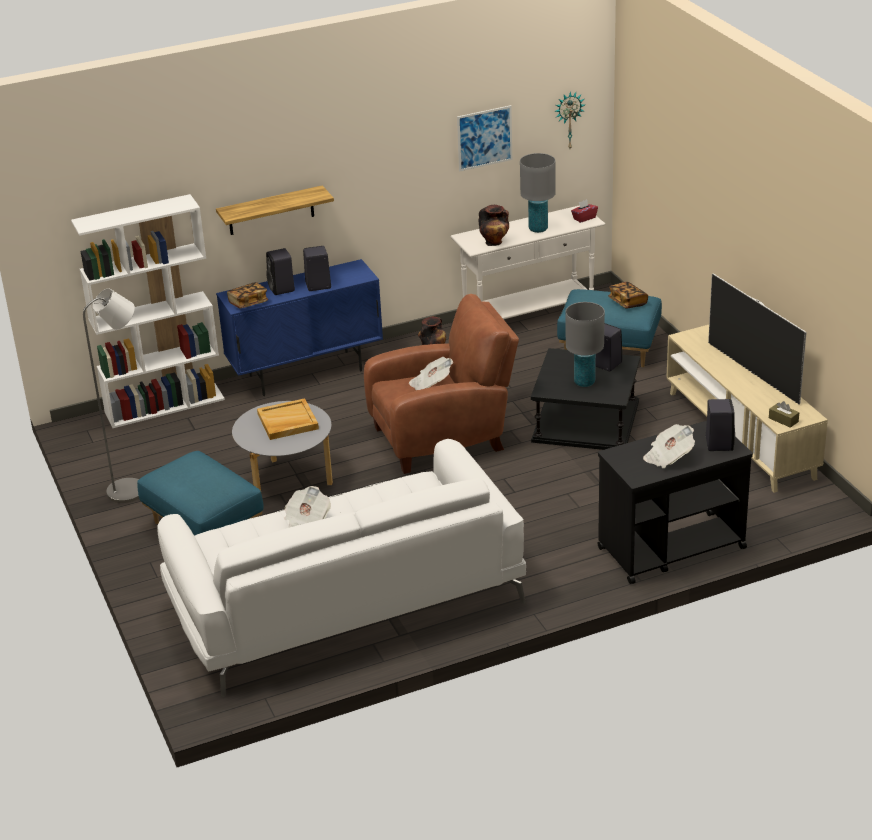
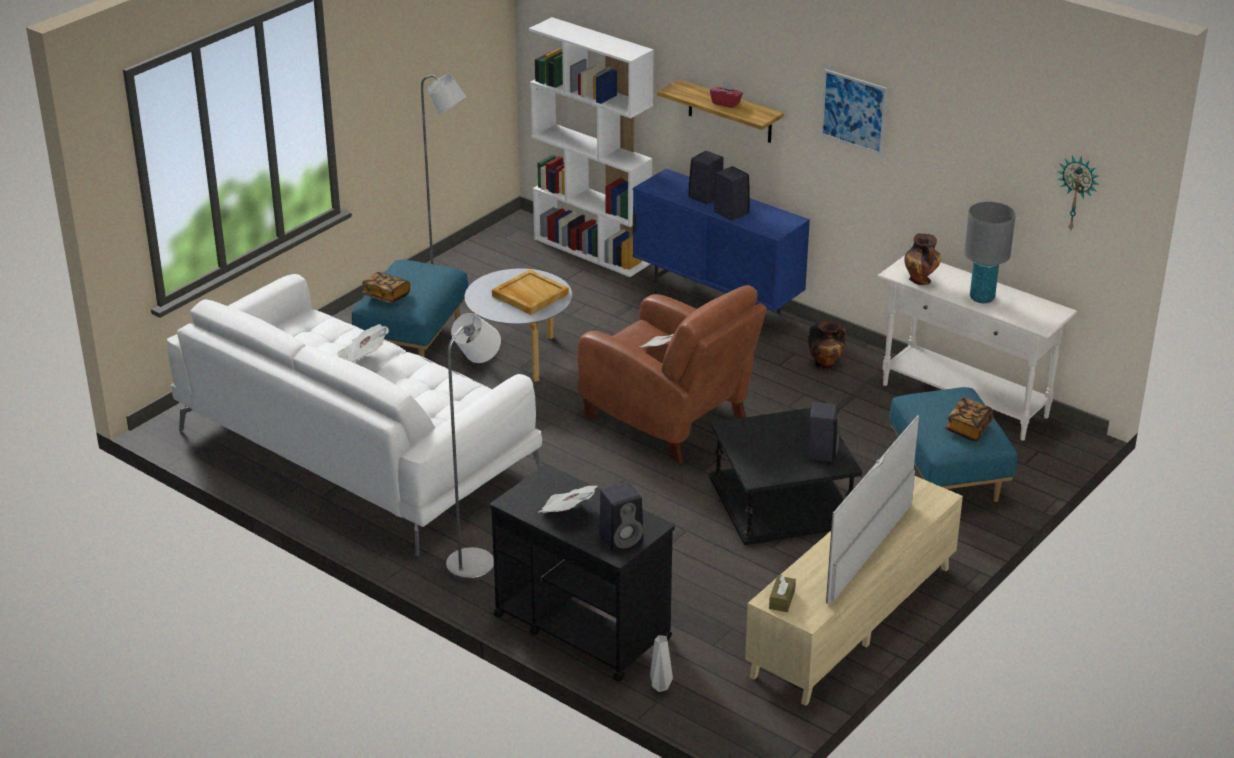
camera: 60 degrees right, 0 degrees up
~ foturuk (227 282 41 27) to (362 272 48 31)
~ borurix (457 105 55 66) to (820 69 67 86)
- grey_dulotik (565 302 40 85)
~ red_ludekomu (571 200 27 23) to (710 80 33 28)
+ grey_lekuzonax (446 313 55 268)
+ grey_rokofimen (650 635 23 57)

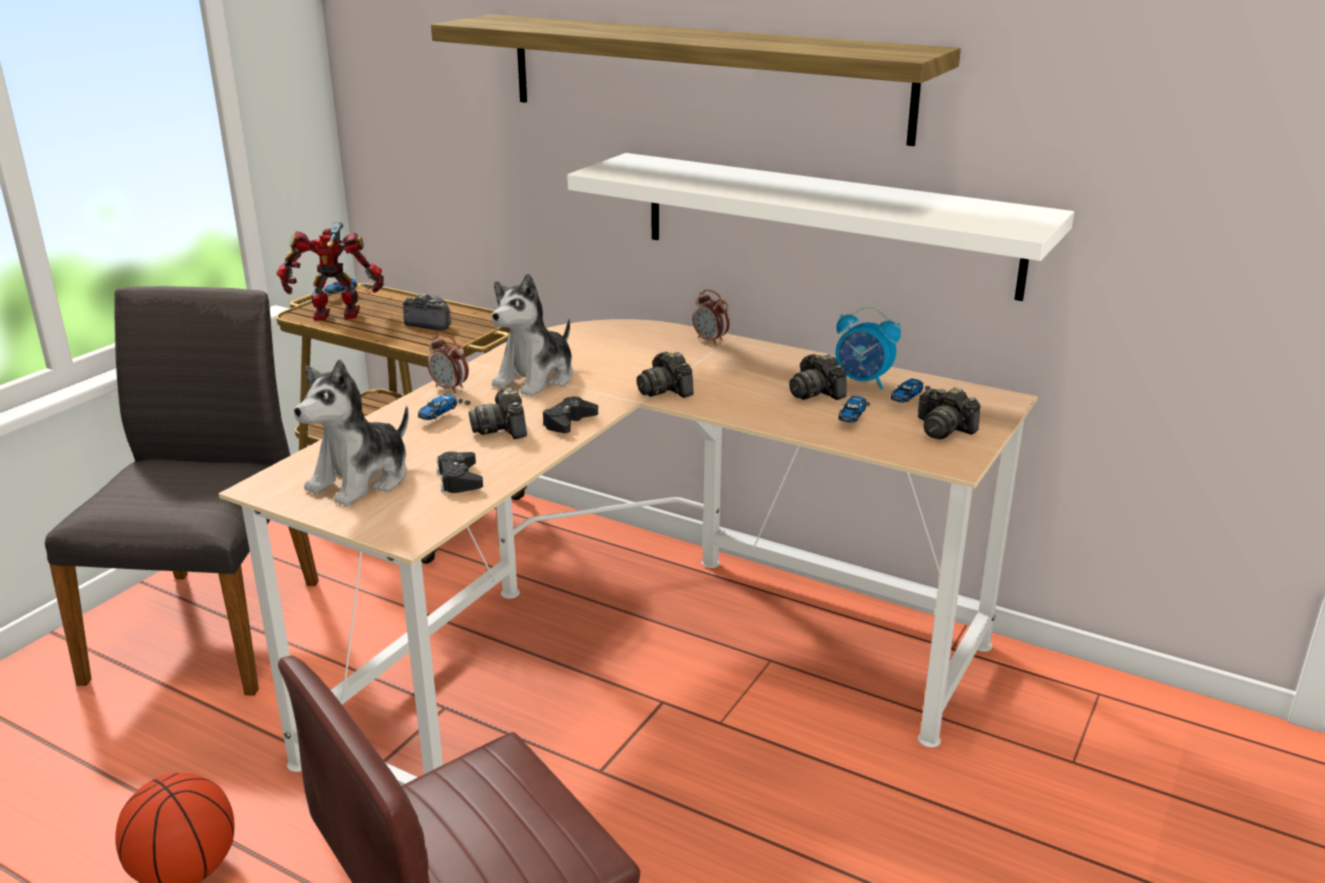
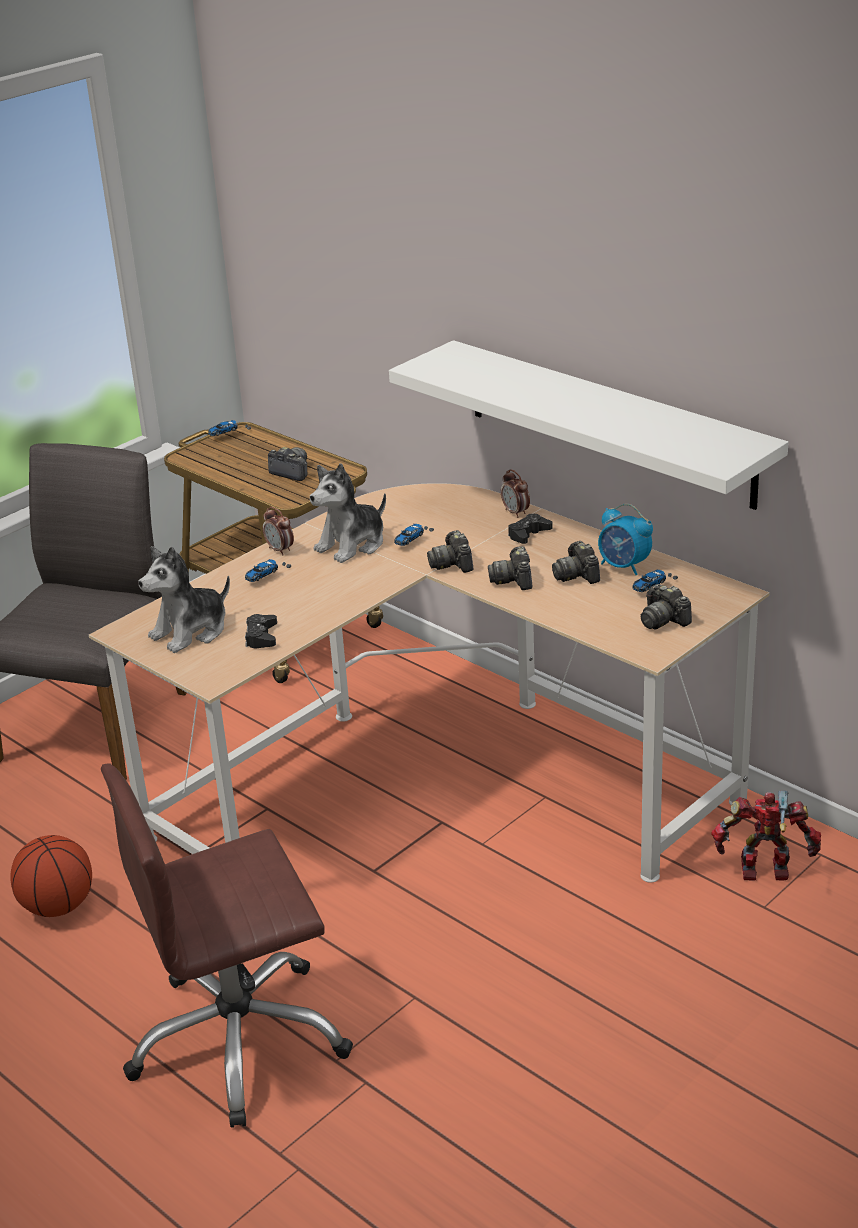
camera: 15 degrees right, 5 degrees up
~ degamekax (277 222 107 99) to (711 790 110 91)
- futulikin (431 14 530 132)
~ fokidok (469 388 58 51) to (488 546 44 44)
~ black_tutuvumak (543 397 55 36) to (508 514 45 30)
~ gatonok (838 396 32 27) to (394 524 40 22)

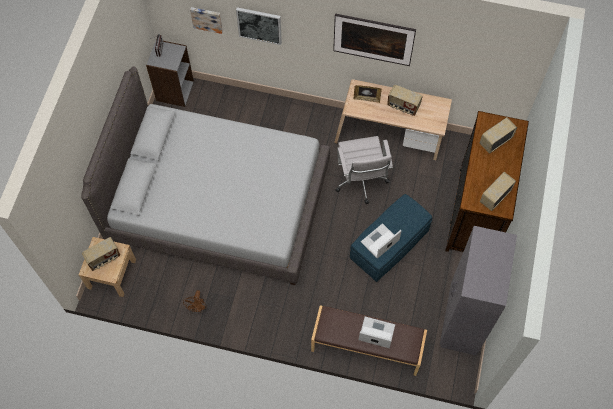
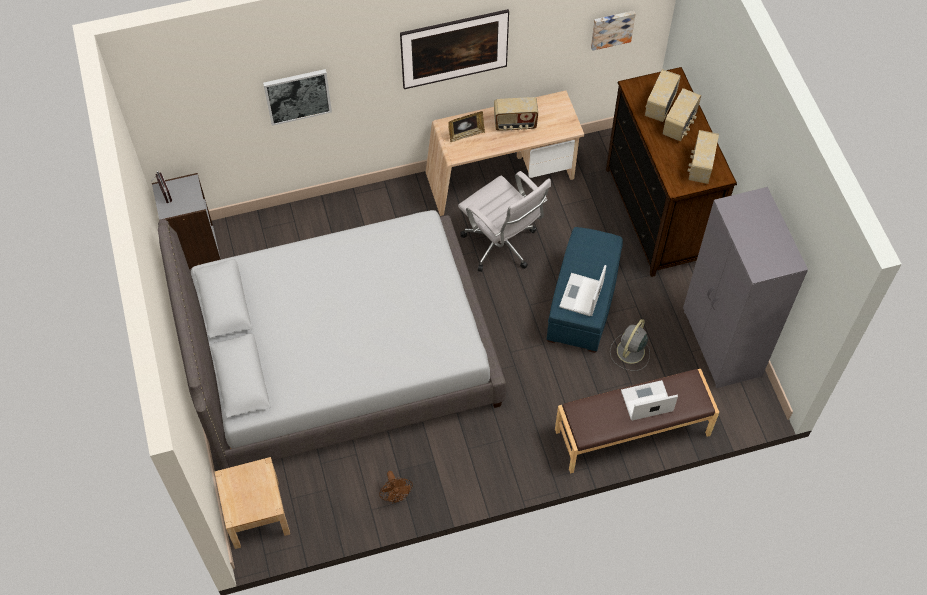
camera: 30 degrees left, 5 degrees down
~ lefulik (82 237 38 34) to (663 88 38 54)
~ borurix (190 7 33 27) to (591 11 45 40)
+ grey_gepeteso (610 319 40 52)

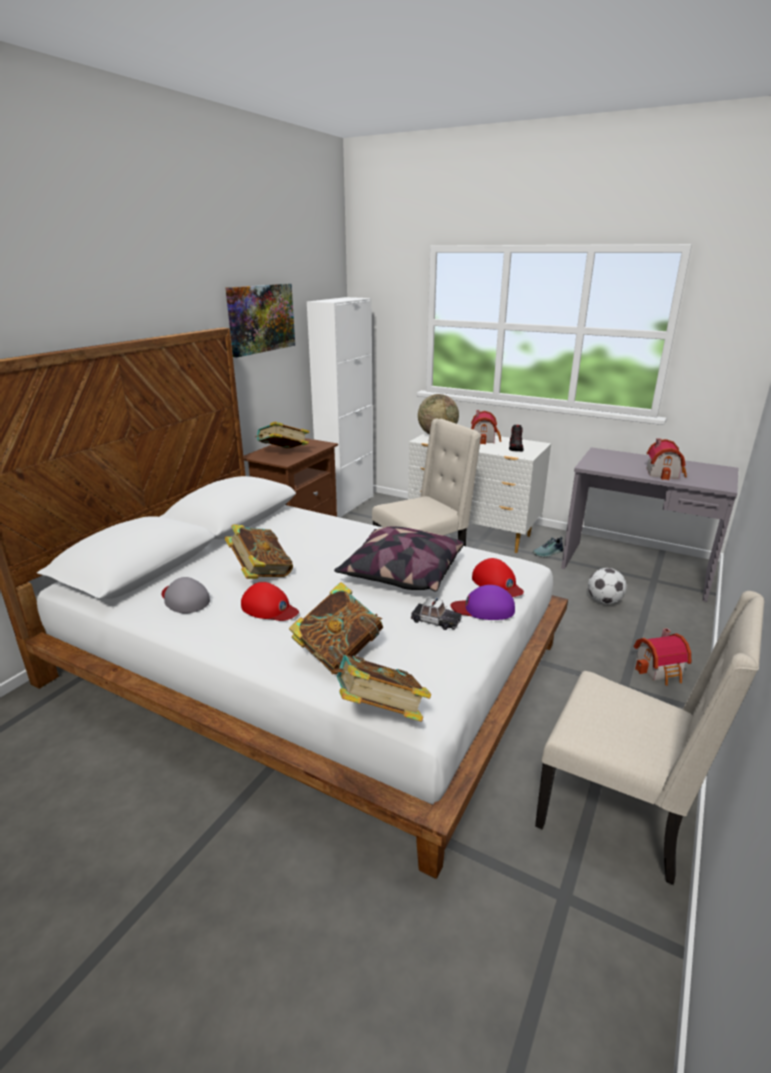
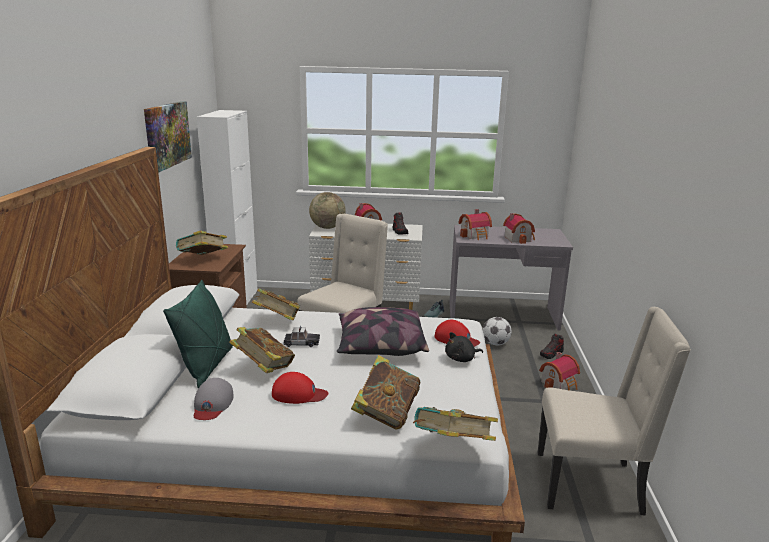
camera: 25 degrees left, 5 degrees down
~ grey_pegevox (161 577 49 37) = (194 378 40 42) 105 degrees counterclockwise
~ gatonok (411 597 51 33) to (284 326 36 21)
~ purple_pegevox (451 585 64 35) to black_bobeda (445 332 38 30)
+ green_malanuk (163 280 70 108)
+ foturuk (252 288 48 33)
+ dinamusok (458 209 34 31)
+ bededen (540 334 24 25)

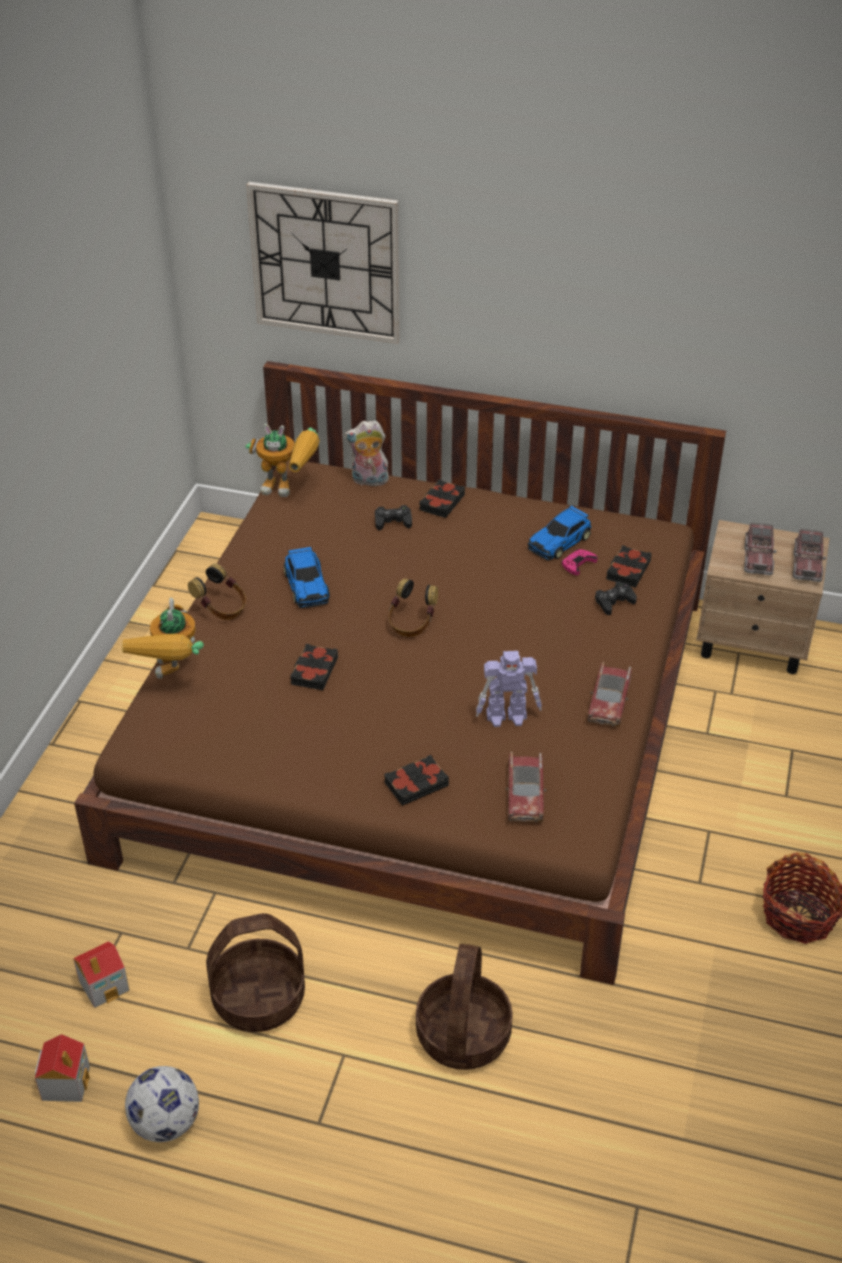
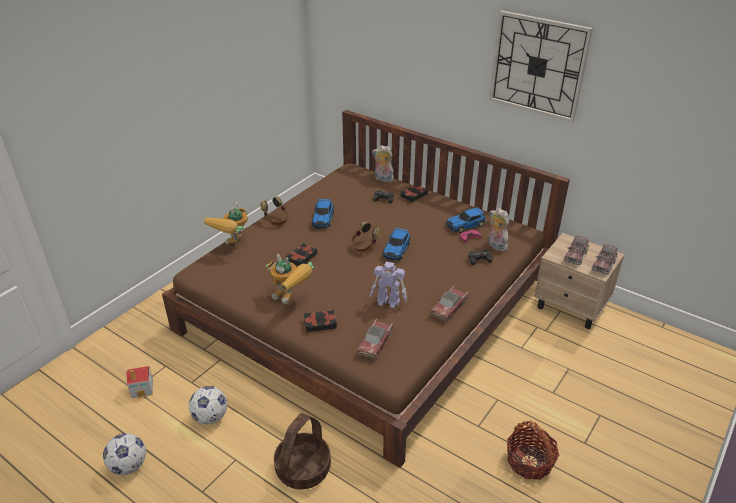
camera: 20 degrees right, 5 degrees down
- dinamusok (35 1034 55 68)
~ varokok (206 913 99 119) to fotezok (189 386 38 38)
~ degamekax (245 424 75 73) to (266 254 48 50)
~ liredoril (246 182 154 162) to (489 10 104 113)
~ black_foturuk (606 545 45 43) to bobeda (488 208 21 43)
+ gatonok (383 228 28 33)

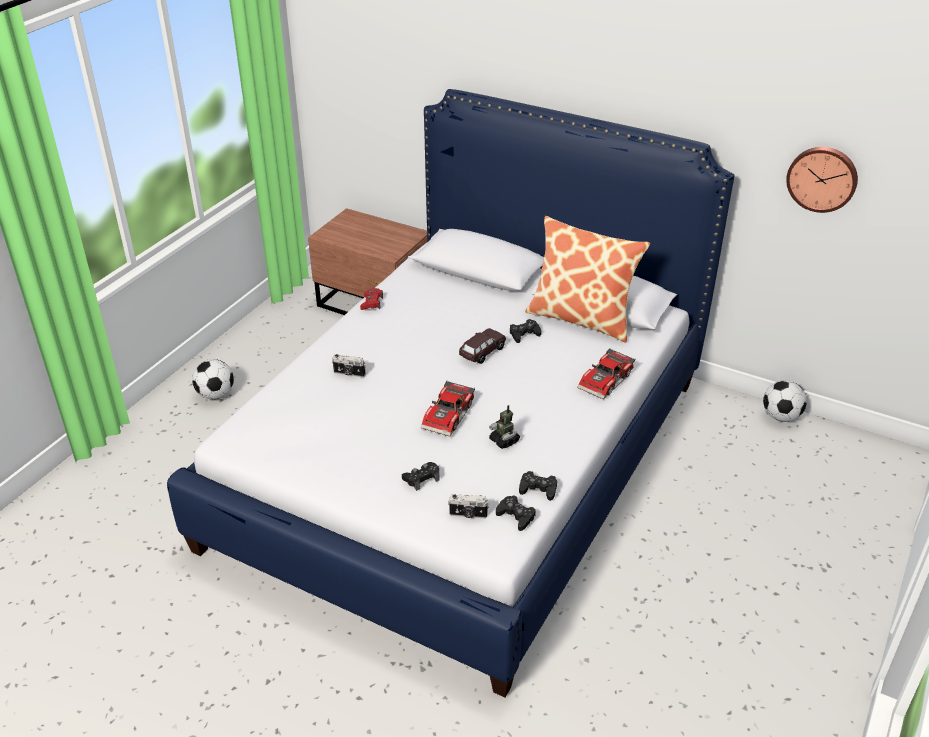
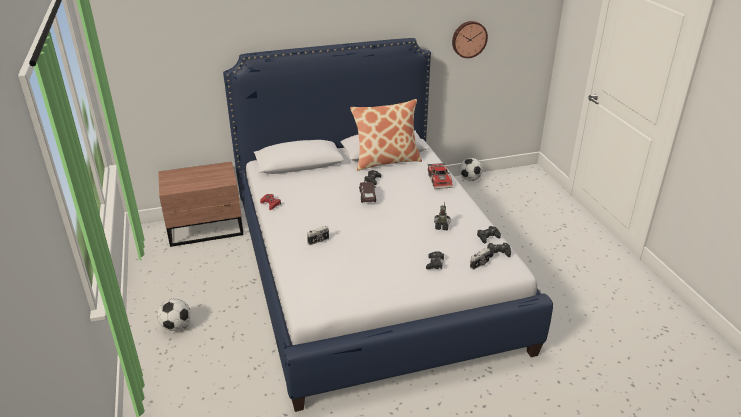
camera: 45 degrees left, 5 degrees down
- gatonok (421 381 54 55)

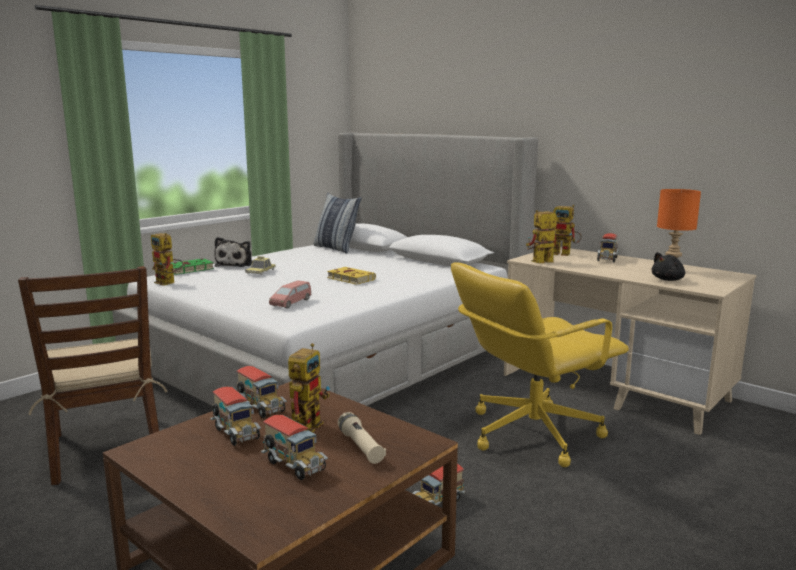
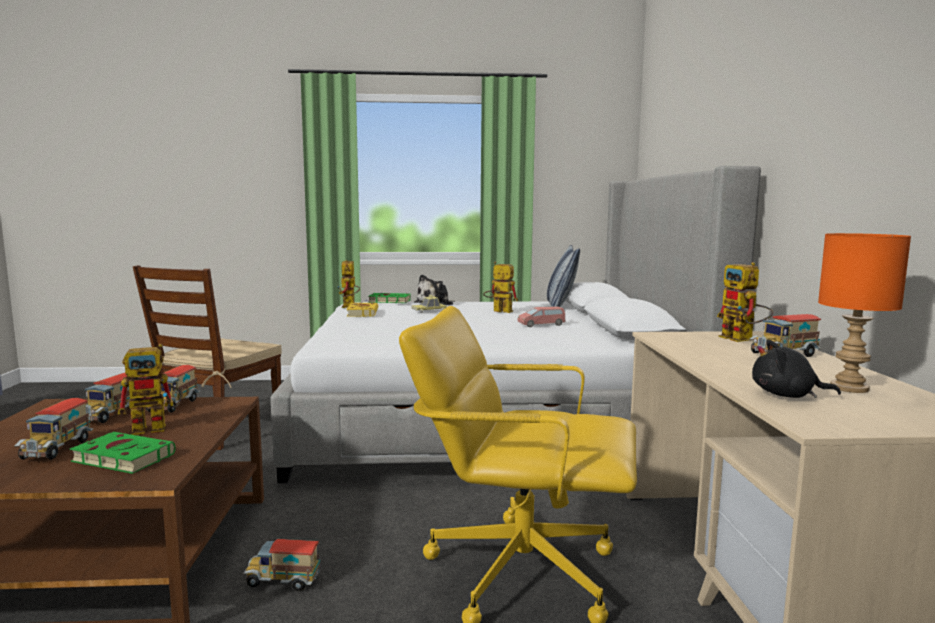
camera: 45 degrees right, 5 degrees down
~ pink_gatonok (269 280 42 28) to (517 306 48 21)
~ yellow_foturuk (327 267 49 18) to (347 302 31 15)
~ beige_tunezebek (338 412 48 52) to green_foturuk (69 432 107 42)
~ degamekax (526 210 31 53) to (483 261 35 52)

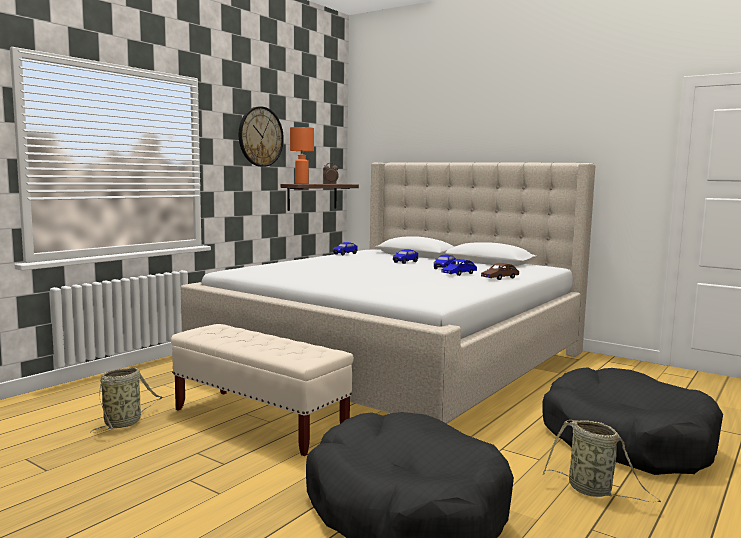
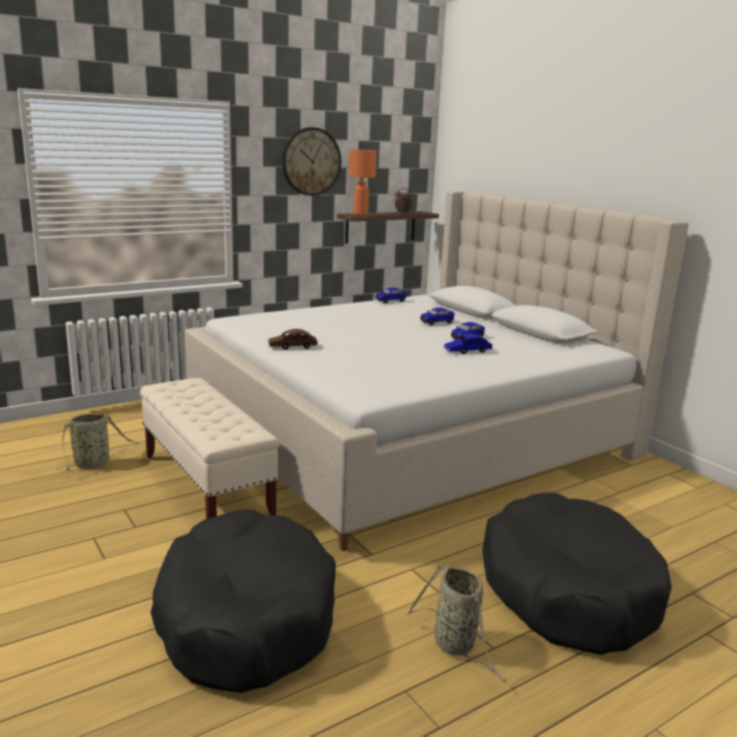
camera: 20 degrees right, 10 degrees up
~ brown_gatonok (481 263 38 17) to (268 329 49 21)

